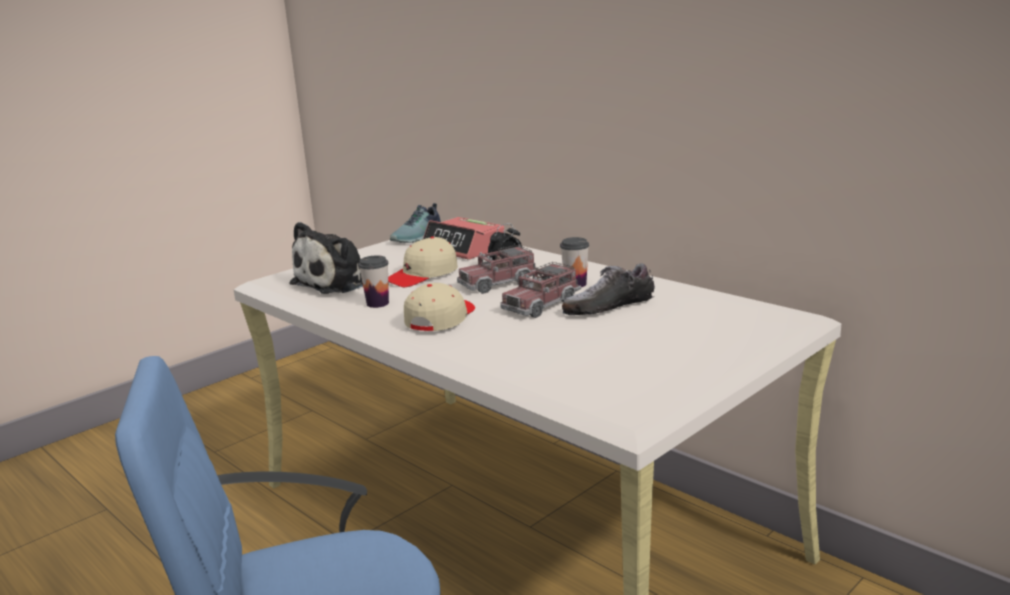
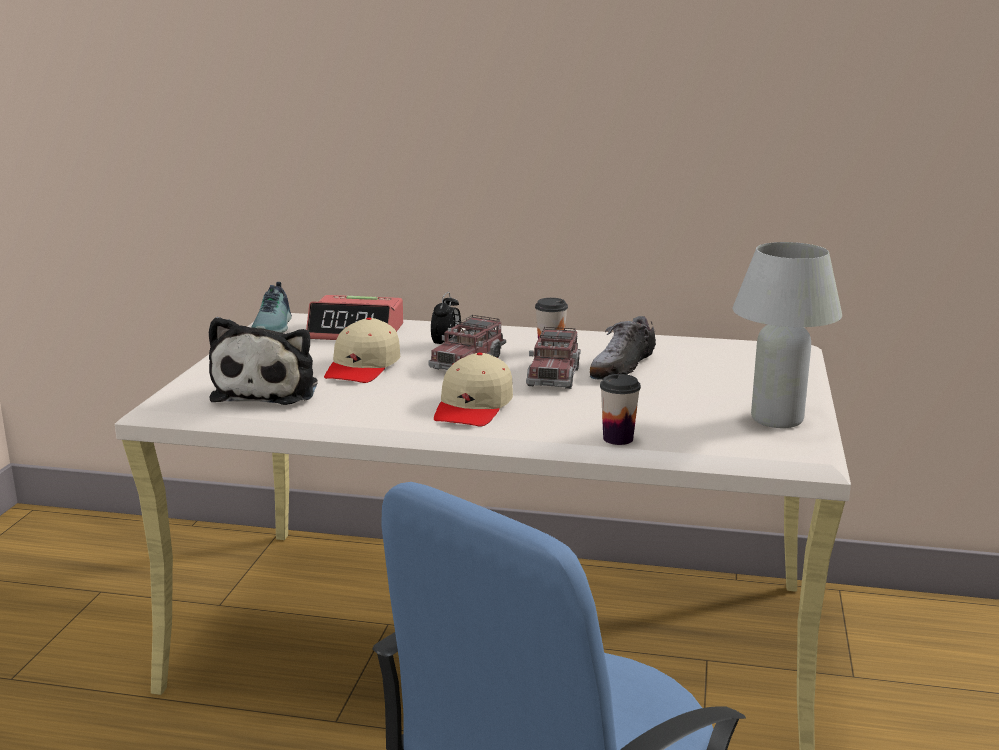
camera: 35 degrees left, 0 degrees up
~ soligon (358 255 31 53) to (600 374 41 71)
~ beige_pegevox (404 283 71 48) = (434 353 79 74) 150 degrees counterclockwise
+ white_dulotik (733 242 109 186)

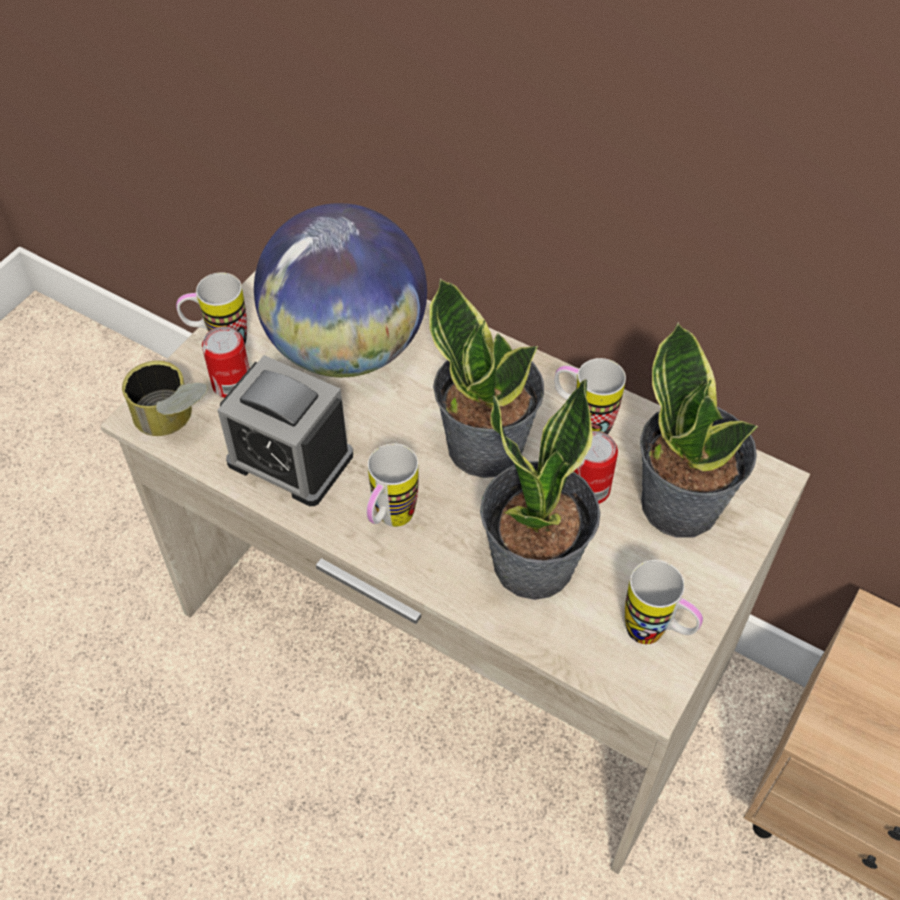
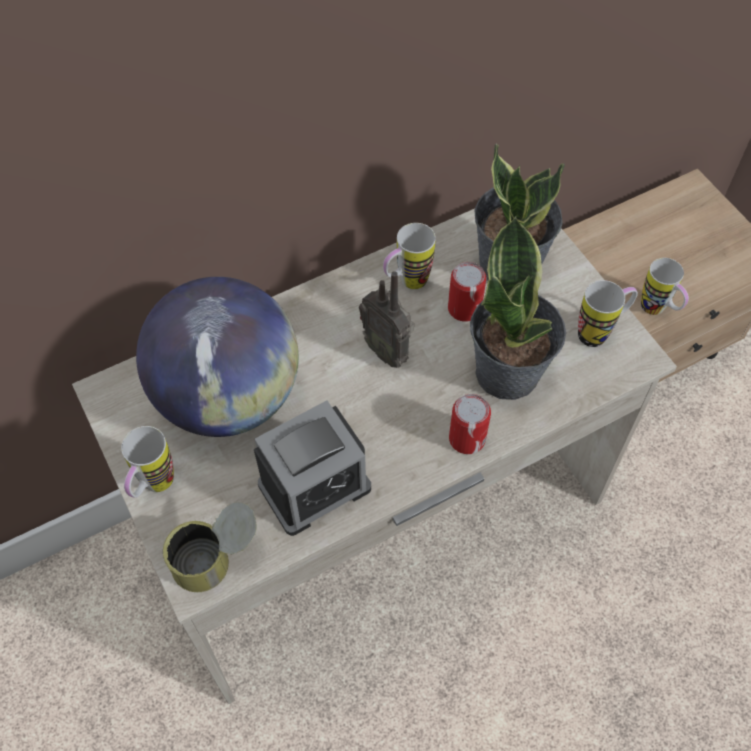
camera: 60 degrees left, 5 degrees up
~ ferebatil (202 326 48 72) to (449 394 42 60)
~ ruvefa (366 443 52 84) to (641 258 48 57)
~ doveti (429 278 115 200) to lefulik (359 271 55 97)

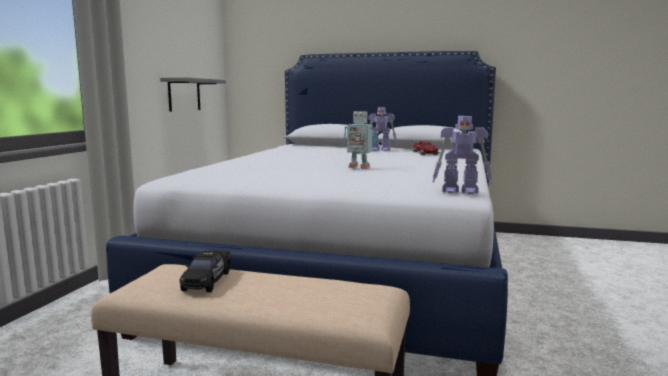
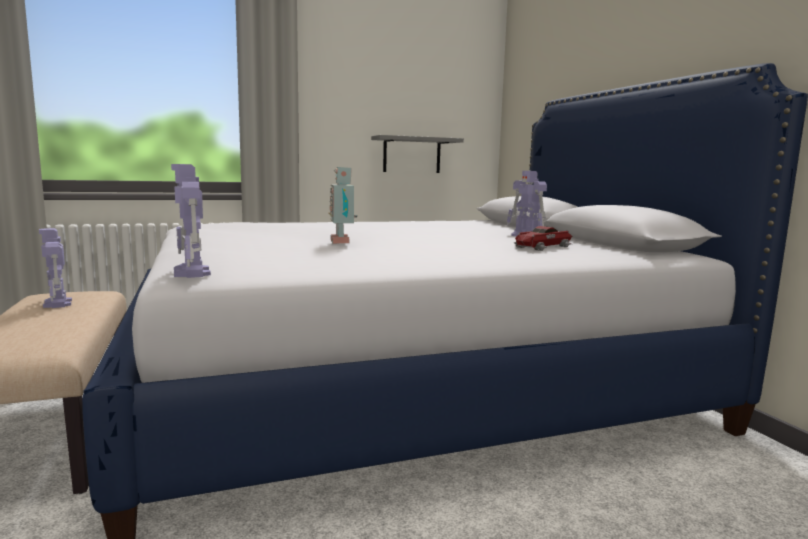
camera: 55 degrees right, 0 degrees up
~ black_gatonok (180 250 51 42) to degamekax (39 228 33 80)

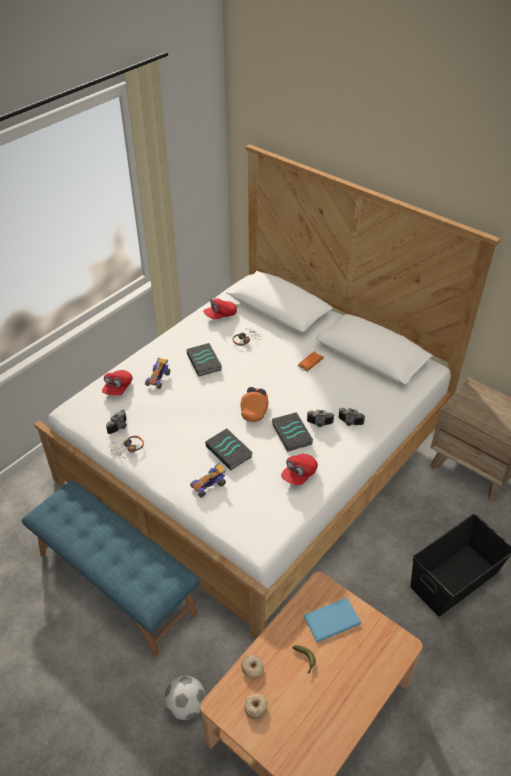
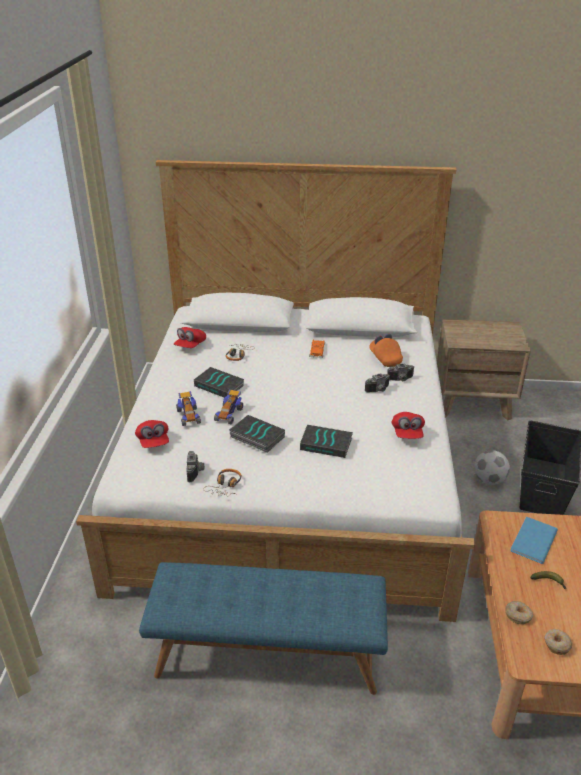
camera: 35 degrees left, 10 degrees down
~ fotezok (164 676 41 44) to (474 450 36 35)
~ gatonok (190 463 36 35) to (214 389 29 35)
~ orange_pegevox (241 387 27 35) to (369 333 34 34)
~ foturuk (272 412 41 40) to (229 415 56 38)

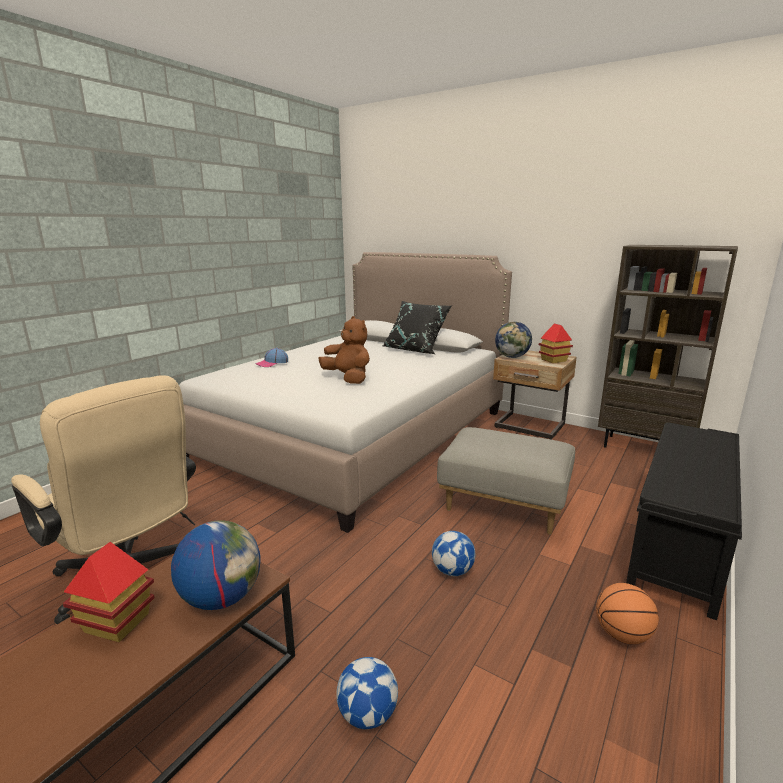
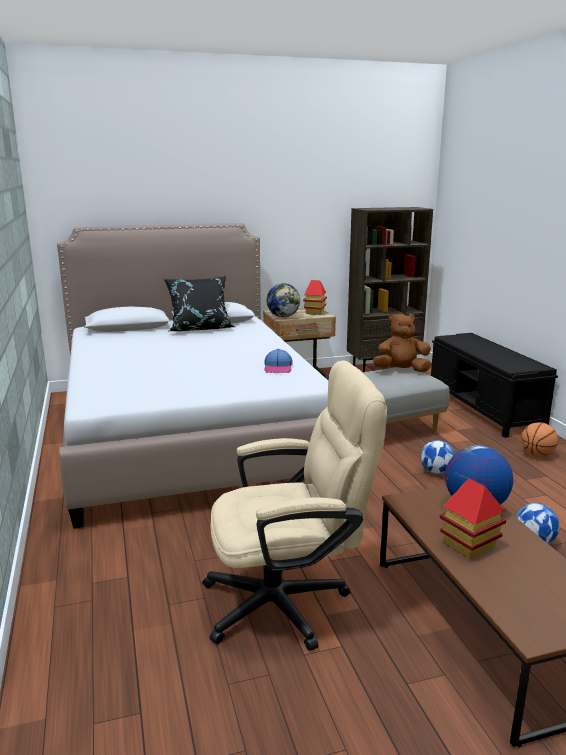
camera: 50 degrees left, 0 degrees up
~ pegevox (255 348 33 19) to (264 349 29 24)
~ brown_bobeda (318 316 52 68) to (373 312 58 60)

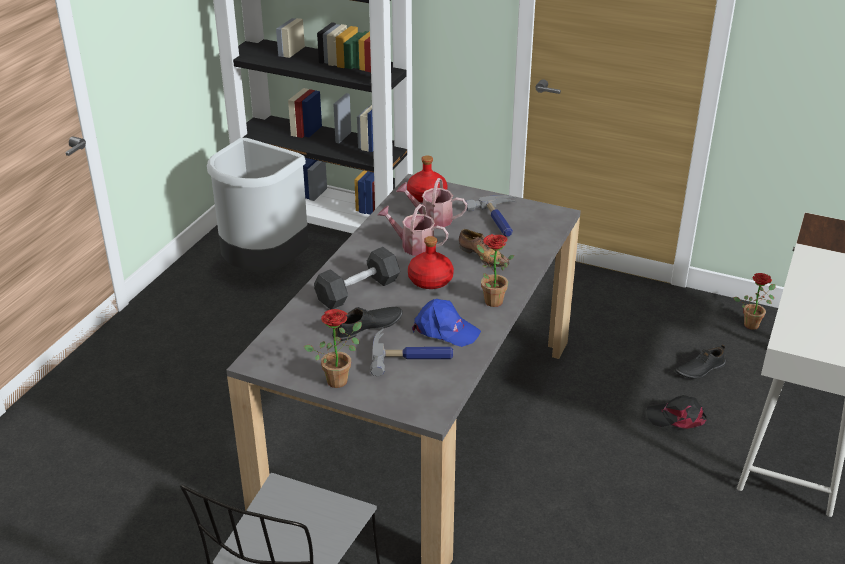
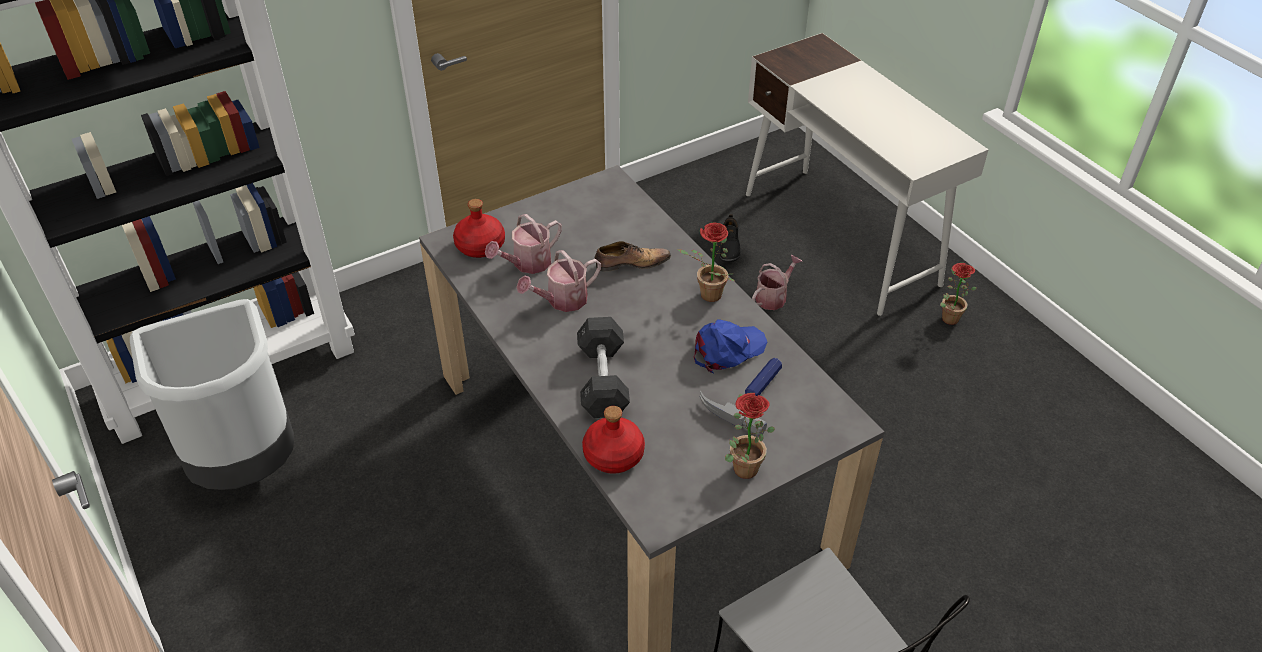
camera: 55 degrees left, 10 degrees up
- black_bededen (332 307 71 34)
~ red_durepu (408 236 46 53) to (582 406 63 68)
- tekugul (464 195 53 42)
~ black_pegevox (646 395 61 34) to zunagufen (752 255 50 55)
~ doveti (733 273 43 57) to (940 263 37 62)

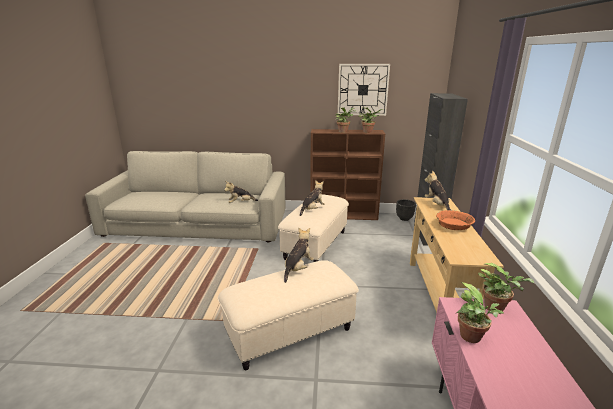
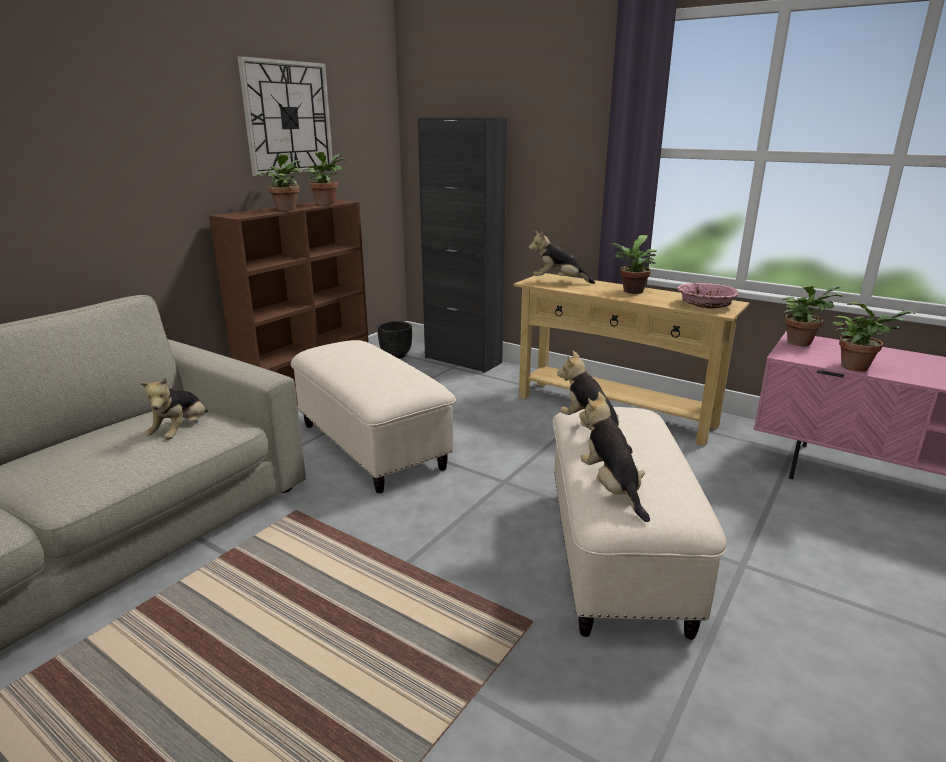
camera: 60 degrees left, 0 degrees up
~ bobeda (300 180 25 36) to (579 392 71 130)
~ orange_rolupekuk (436 210 39 20) to doveti (609 235 48 59)
+ pink_rolupekuk (677 283 61 25)

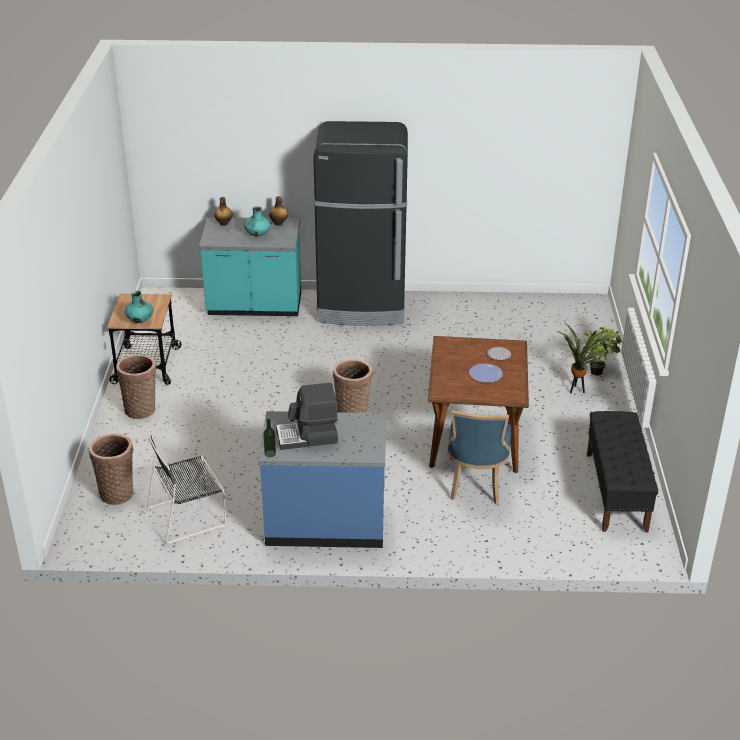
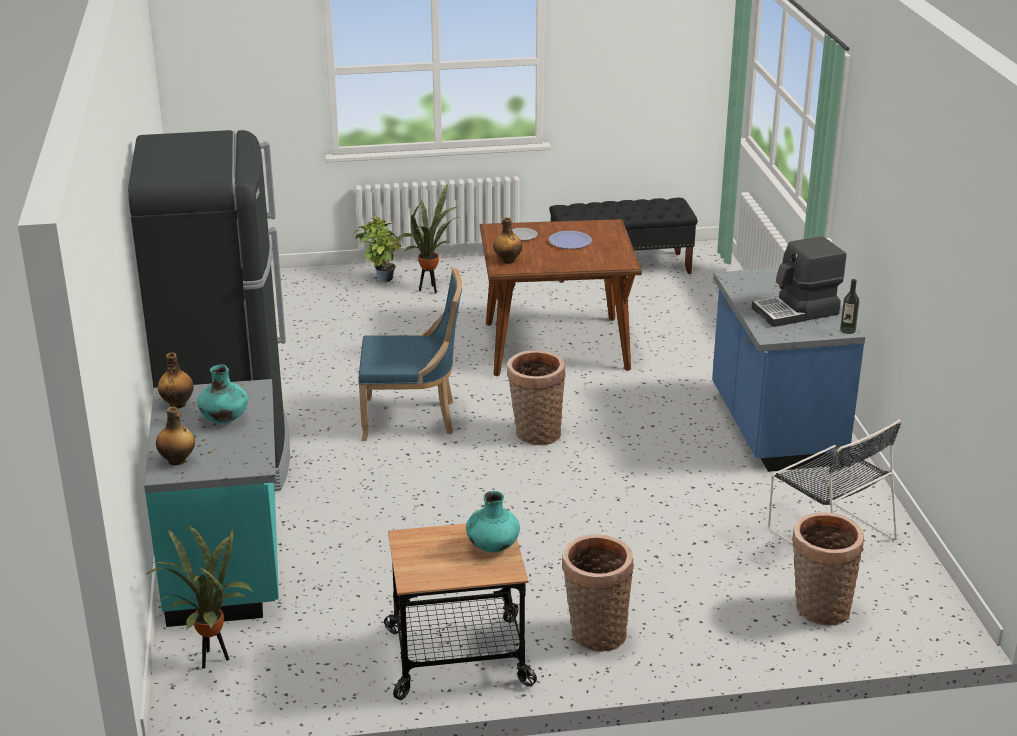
camera: 100 degrees left, 5 degrees down
~ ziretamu (276 383 62 67) = (752 236 94 91) 90 degrees clockwise
~ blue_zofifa (448 410 63 94) to (358 268 104 173)
+ doveti (146 524 107 145)
+ durepu (493 217 29 47)

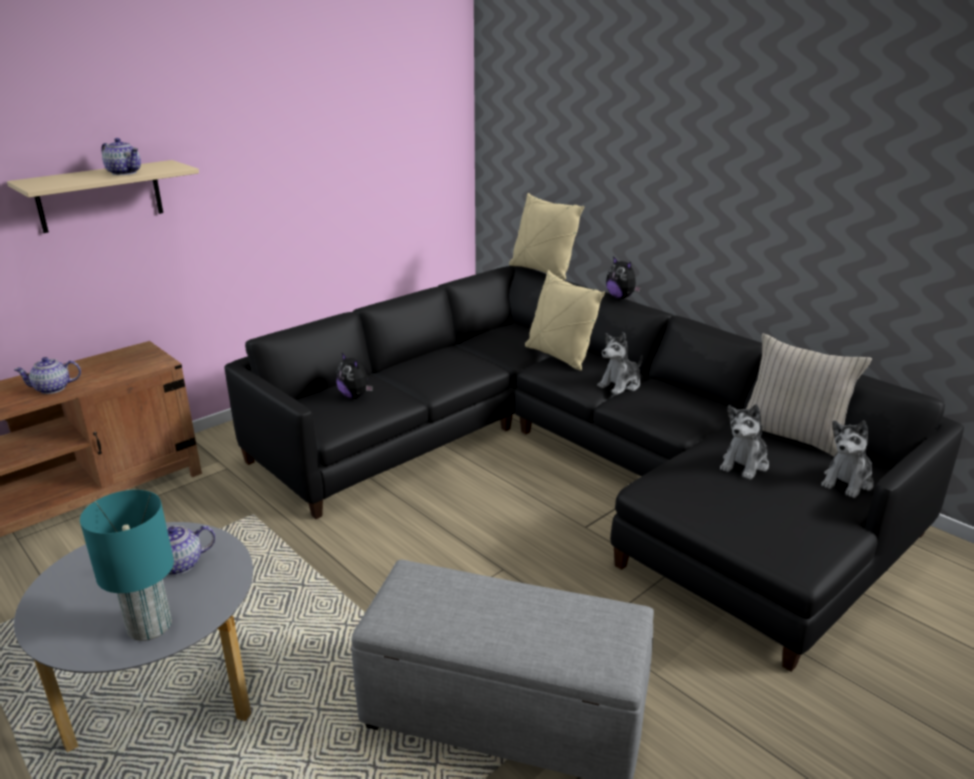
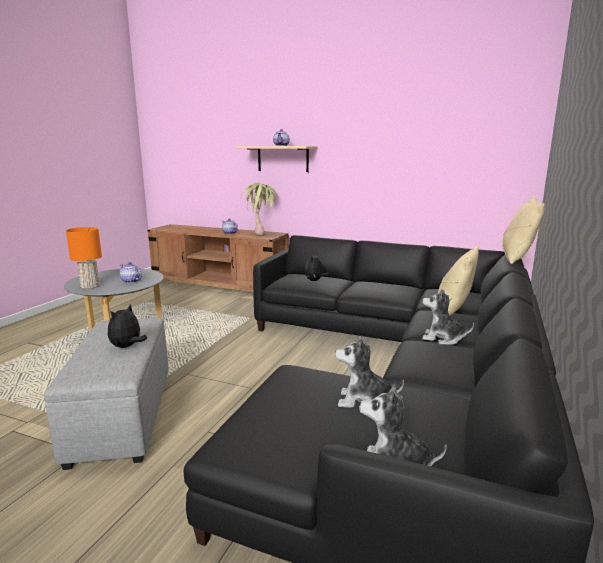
camera: 65 degrees right, 10 degrees down
~ turquoise_dulotik (80 490 94 151) to orange_dulotik (66 227 36 62)
~ bobeda (606 256 35 43) to (108 304 39 44)
- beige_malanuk (746 333 126 124)
+ doveti (241 183 37 53)

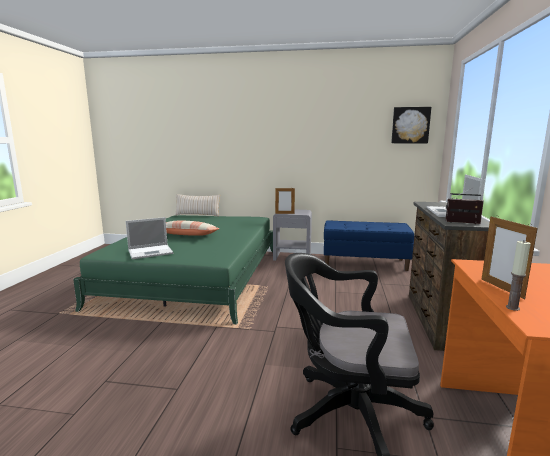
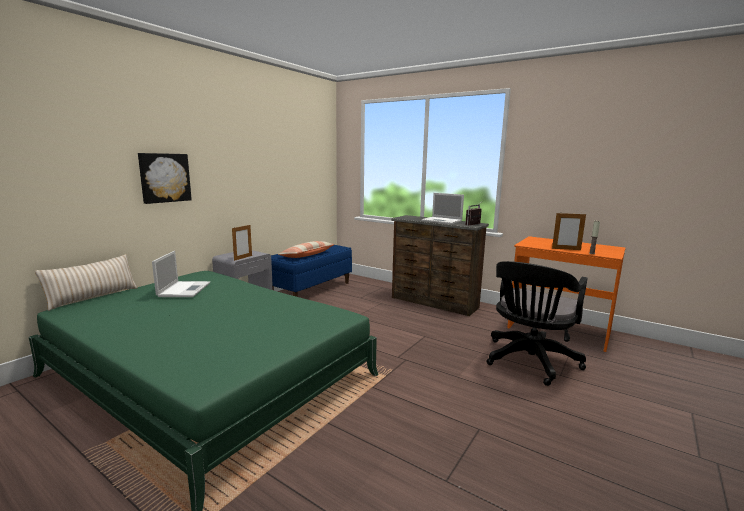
camera: 65 degrees left, 0 degrees up
~ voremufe (126 217 47 42) to (152 251 58 46)
~ malanuk (166 221 53 15) to (278 241 57 17)
~ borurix (391 107 40 36) to (138 153 54 51)

